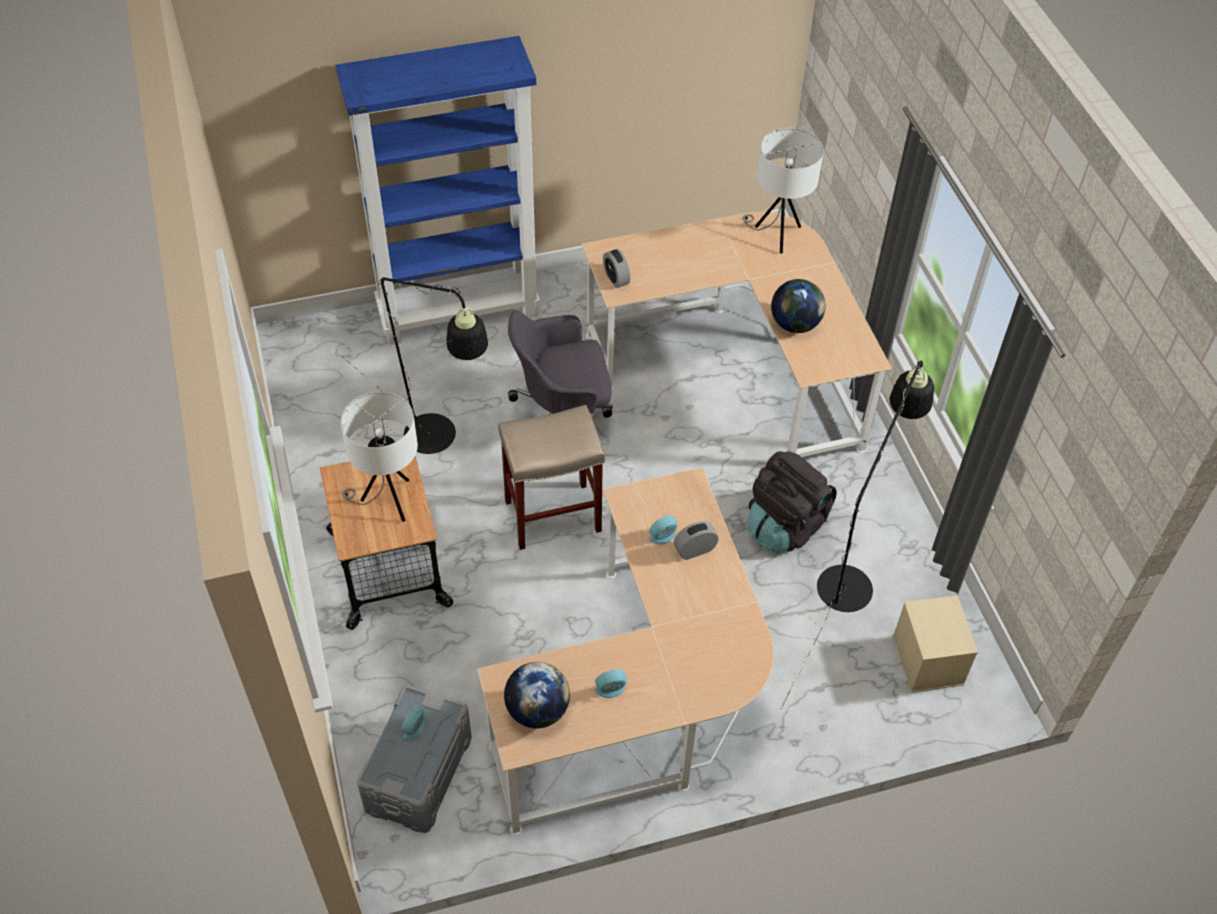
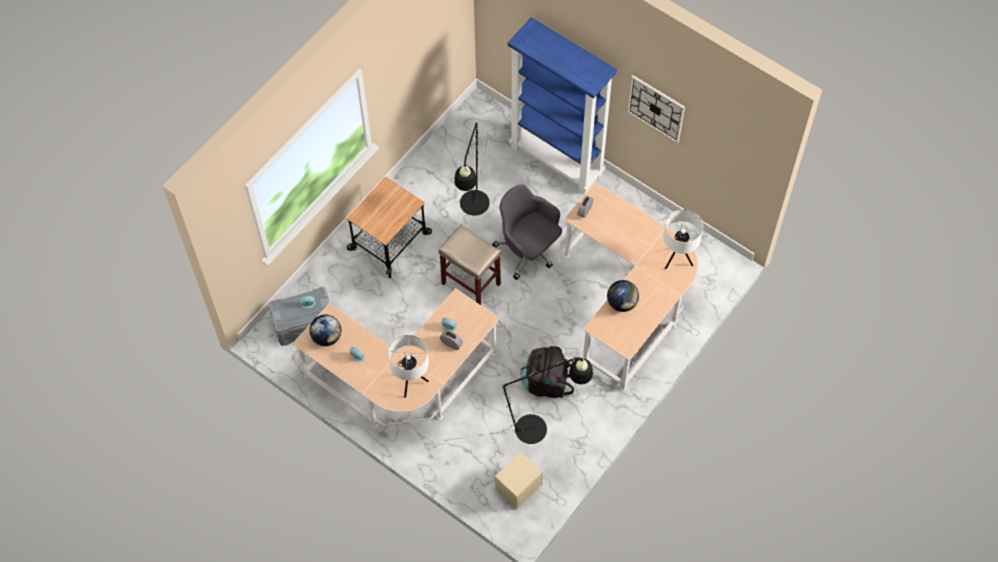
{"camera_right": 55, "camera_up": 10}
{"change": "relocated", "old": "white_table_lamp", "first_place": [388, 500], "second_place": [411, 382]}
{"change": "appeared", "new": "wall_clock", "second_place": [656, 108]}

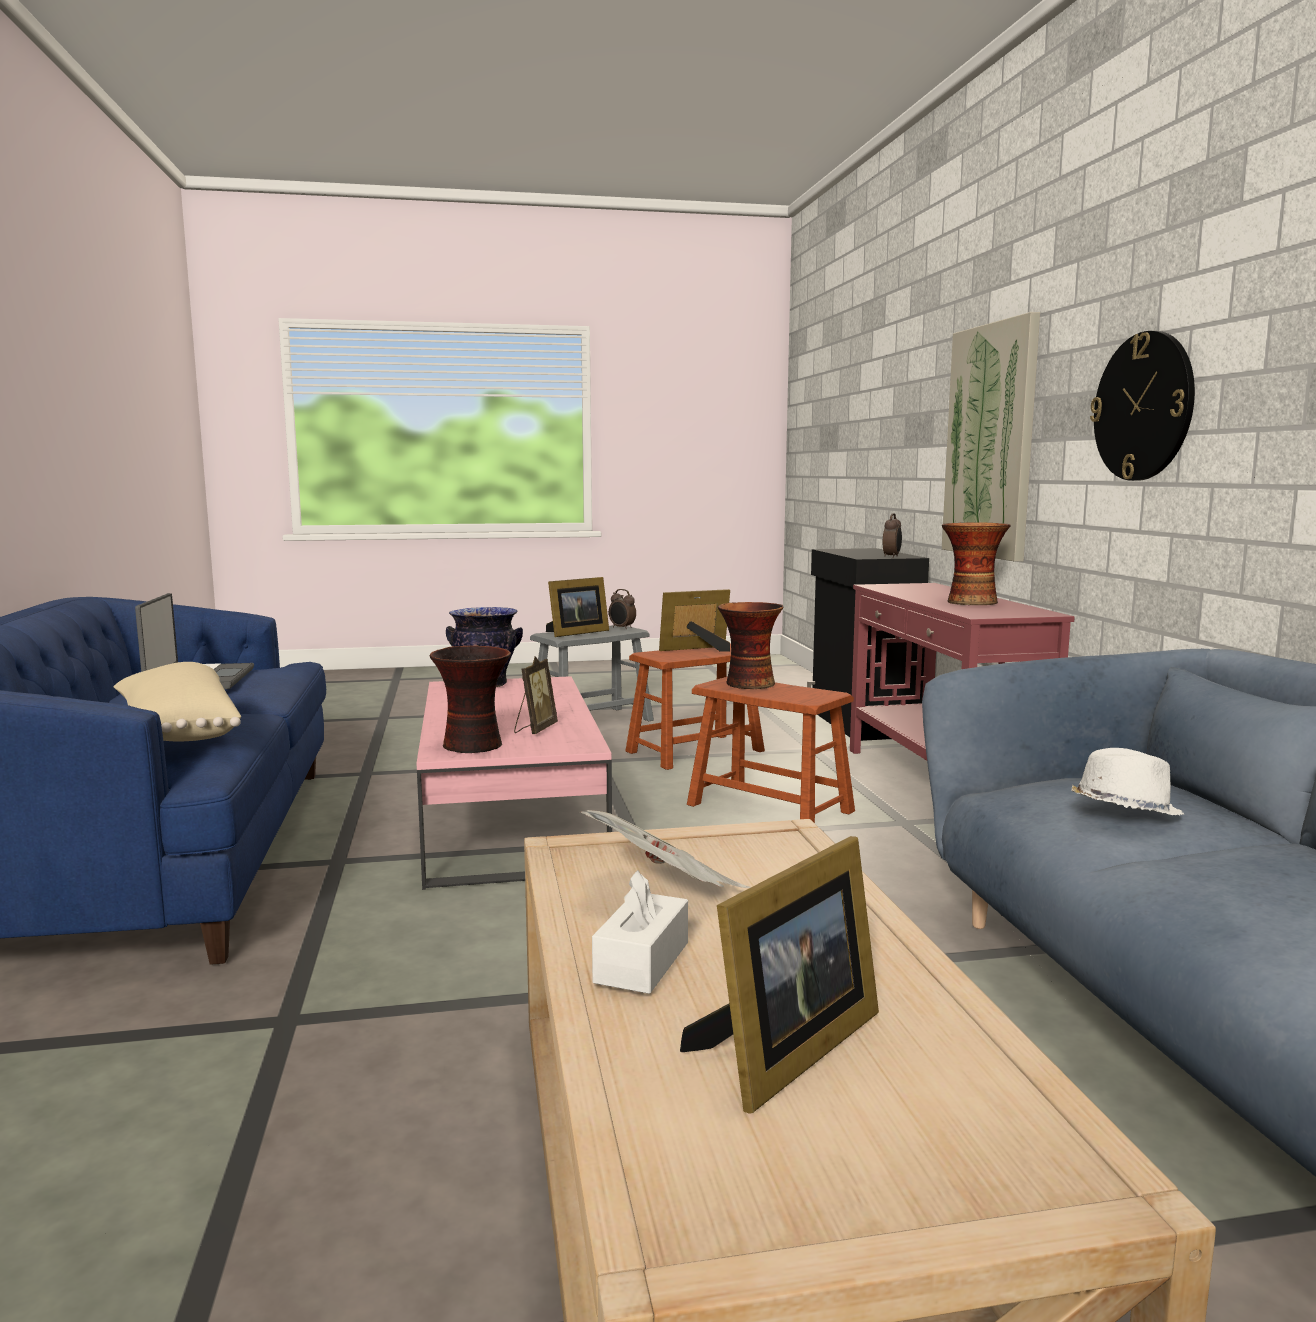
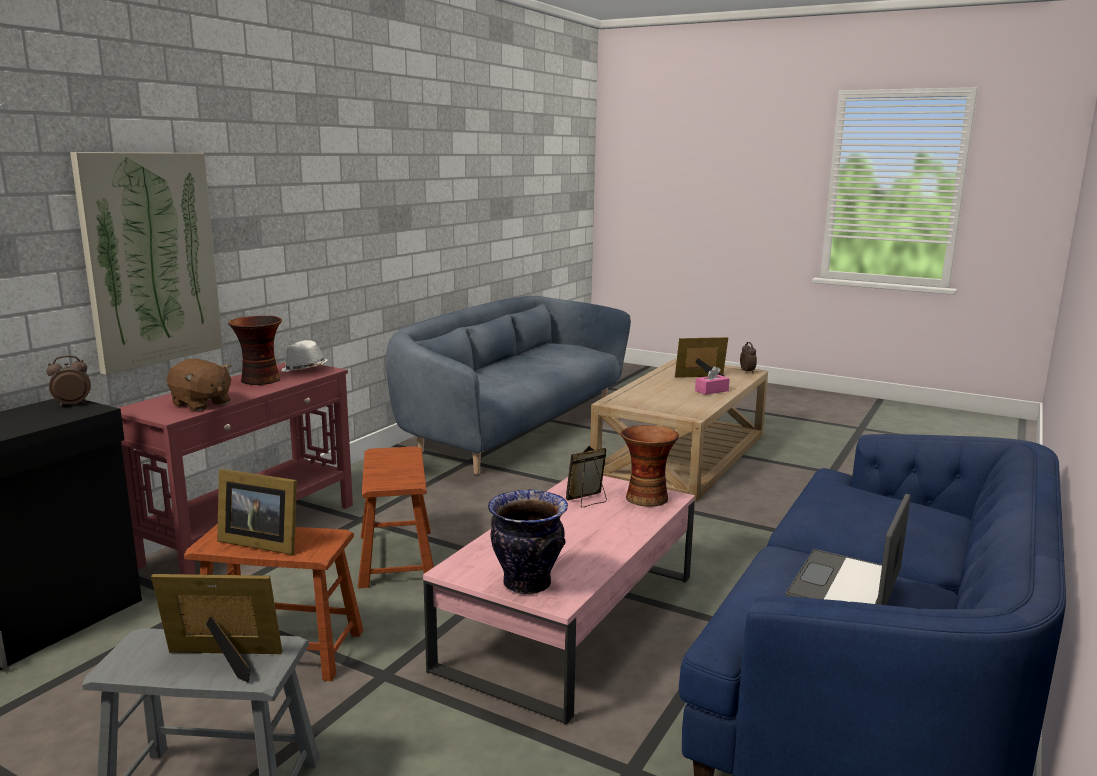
{"camera_right": -140, "camera_up": 5}
{"change": "appeared", "new": "brown_plush_toy", "second_place": [201, 404]}
{"change": "relocated", "old": "white_hat", "first_place": [1123, 811], "second_place": [304, 370]}
{"change": "colour", "old": "white_tissue_box", "new": "pink_tissue_box", "first_place": [642, 962], "second_place": [711, 391]}
{"change": "relocated", "old": "alarm_clock", "first_place": [622, 628], "second_place": [747, 372]}
{"change": "missing", "old": "beige_pillow", "first_place": [176, 731]}
{"change": "missing", "old": "newspaper", "first_place": [666, 892]}
{"change": "missing", "old": "vase", "first_place": [748, 684]}
{"change": "missing", "old": "wall_clock", "first_place": [1143, 407]}

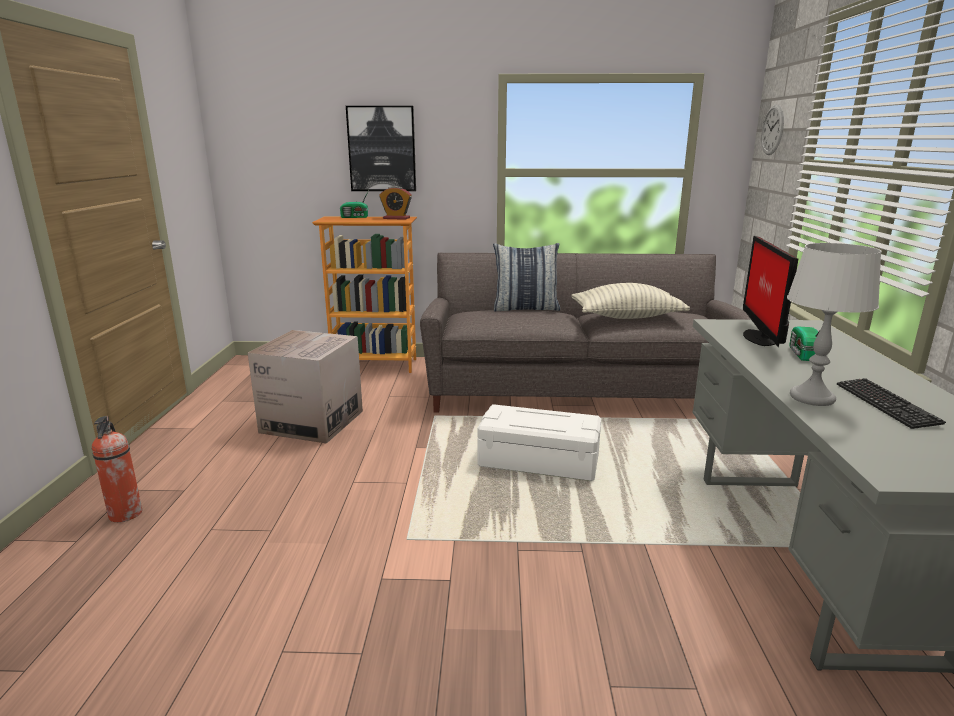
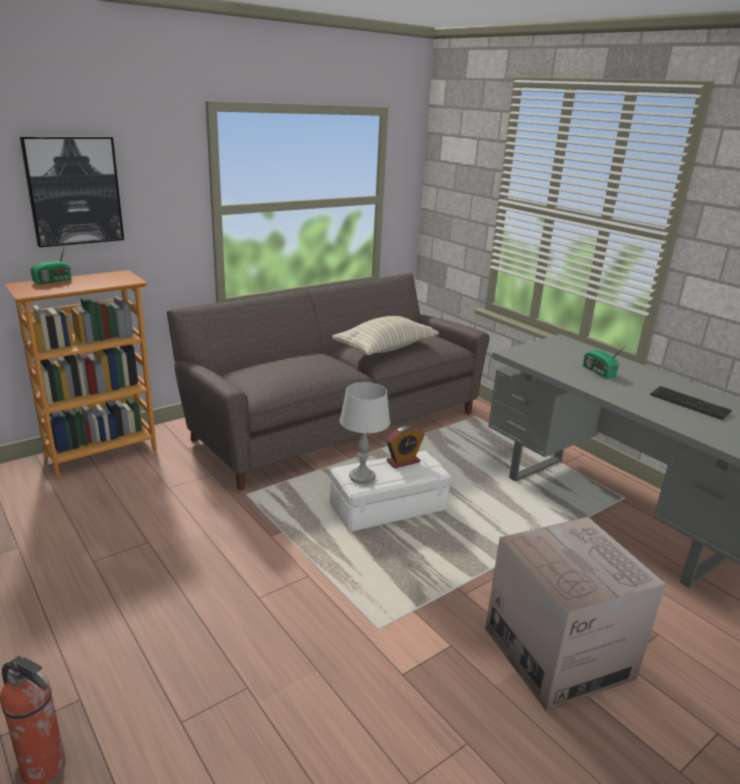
{"camera_right": -40, "camera_up": 5}
{"change": "relocated", "old": "grey_table_lamp", "first_place": [812, 398], "second_place": [362, 477]}
{"change": "relocated", "old": "alarm_clock", "first_place": [396, 218], "second_place": [403, 461]}
{"change": "relocated", "old": "cardboard_box", "first_place": [312, 421], "second_place": [558, 653]}
{"change": "missing", "old": "pillow", "first_place": [525, 308]}
{"change": "missing", "old": "monitor", "first_place": [761, 337]}
{"change": "missing", "old": "wall_clock", "first_place": [772, 130]}

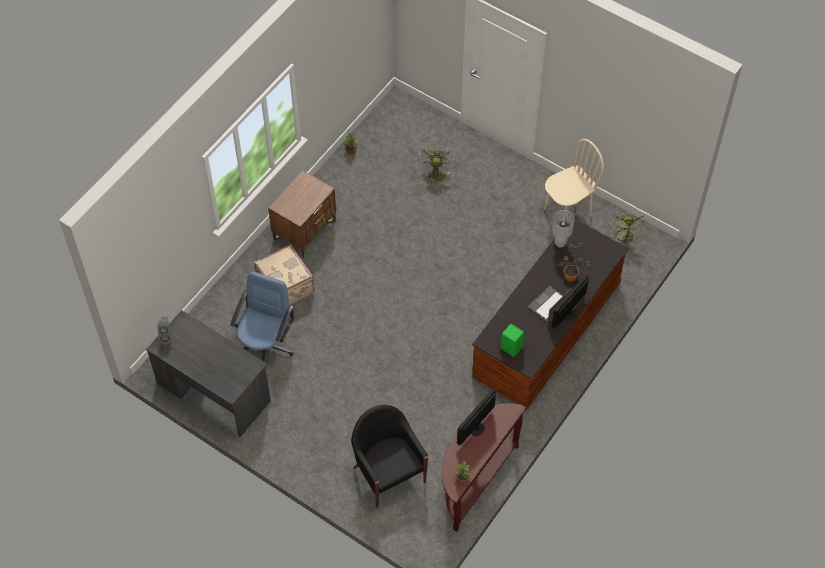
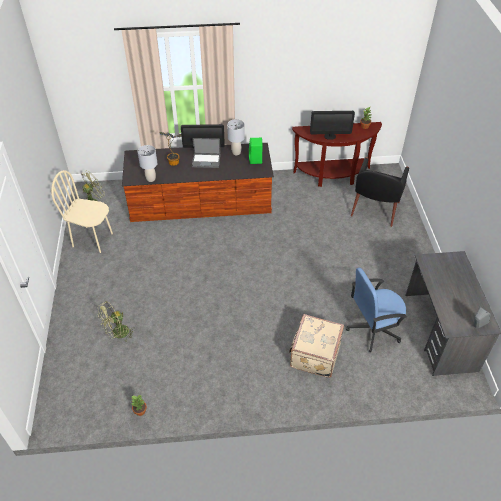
{"camera_right": -130, "camera_up": -10}
{"change": "appeared", "new": "grey_table_lamp", "second_place": [236, 153]}
{"change": "missing", "old": "brown_nightstand", "first_place": [305, 230]}

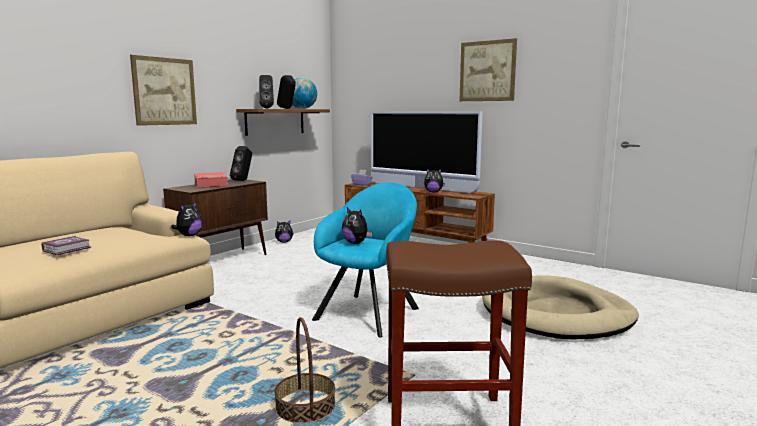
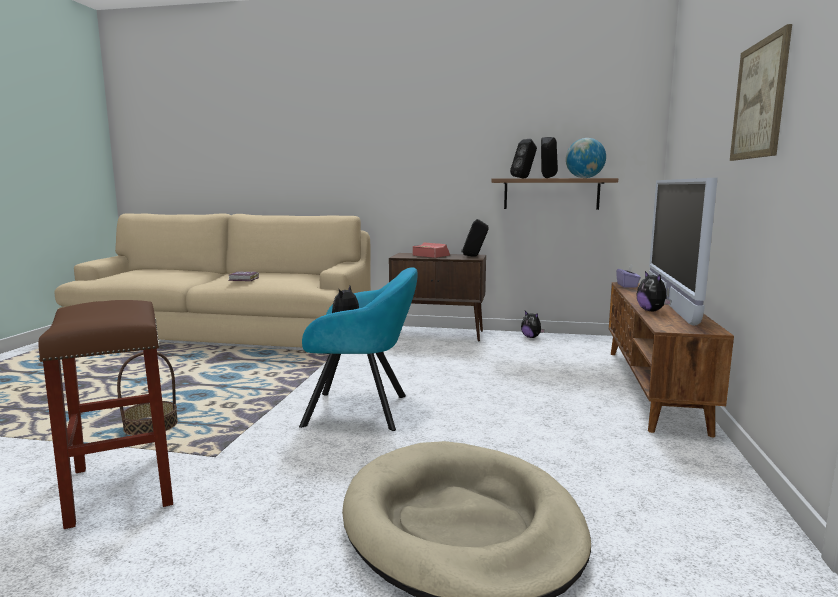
{"camera_right": 65, "camera_up": 0}
{"change": "missing", "old": "picture", "first_place": [164, 91]}
{"change": "missing", "old": "plush_toy", "first_place": [189, 235]}

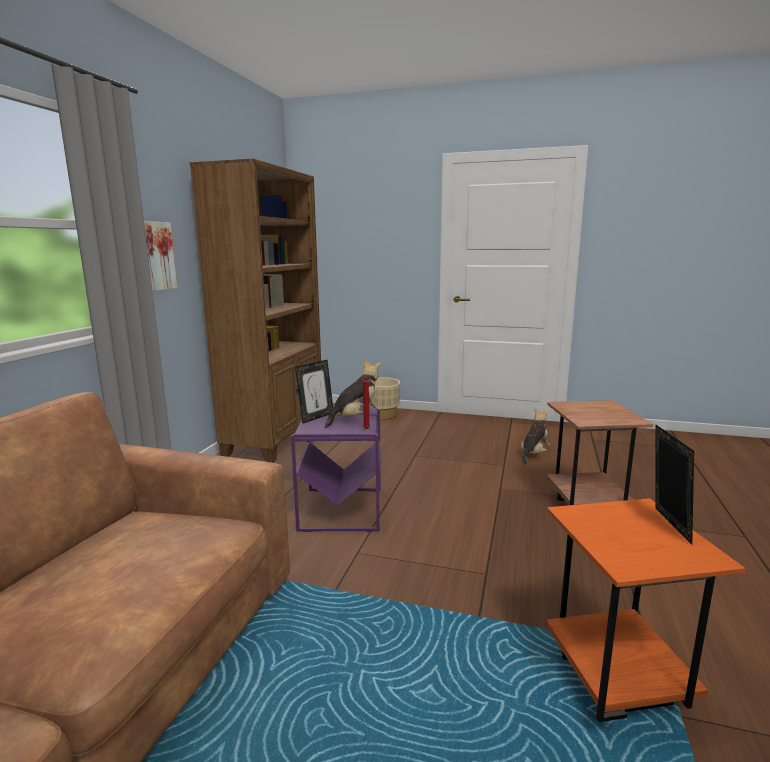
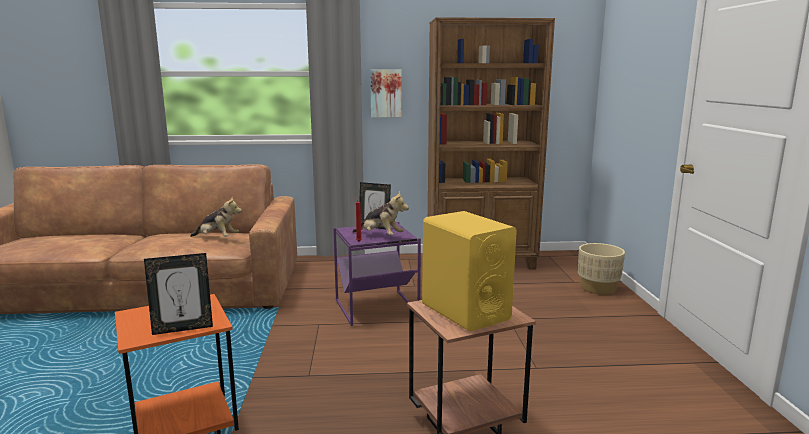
{"camera_right": 70, "camera_up": 0}
{"change": "relocated", "old": "plush_toy", "first_place": [534, 454], "second_place": [217, 238]}
{"change": "appeared", "new": "yellow_speaker", "second_place": [465, 311]}

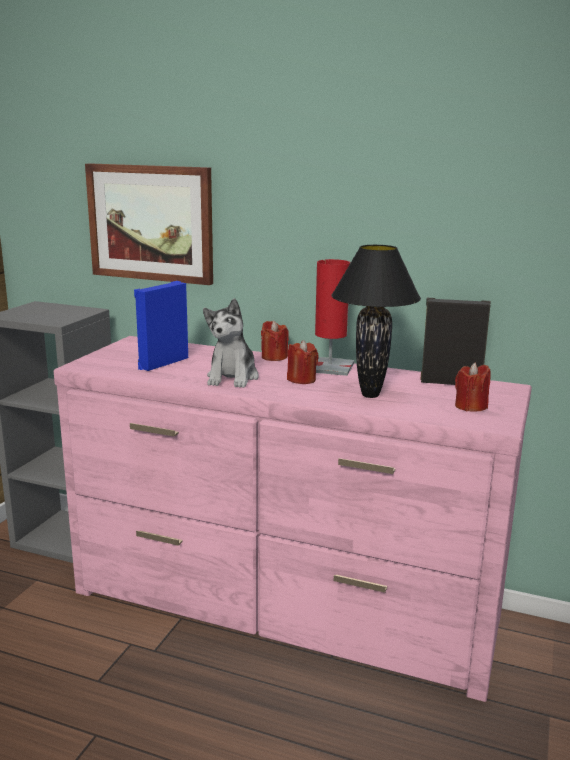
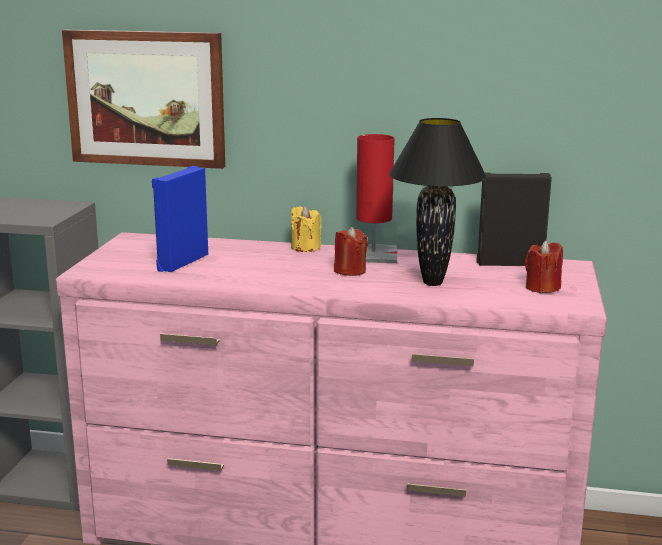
{"camera_right": -10, "camera_up": 0}
{"change": "colour", "old": "red_candle", "new": "yellow_candle", "first_place": [274, 357], "second_place": [305, 247]}
{"change": "missing", "old": "plush_toy", "first_place": [232, 378]}

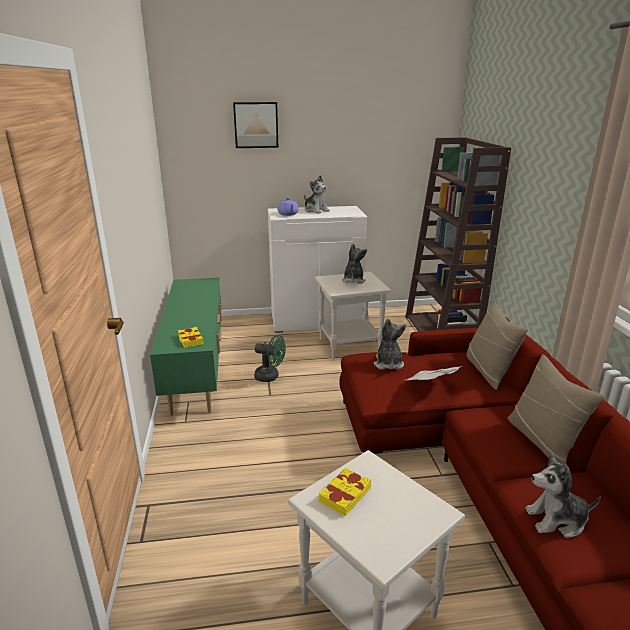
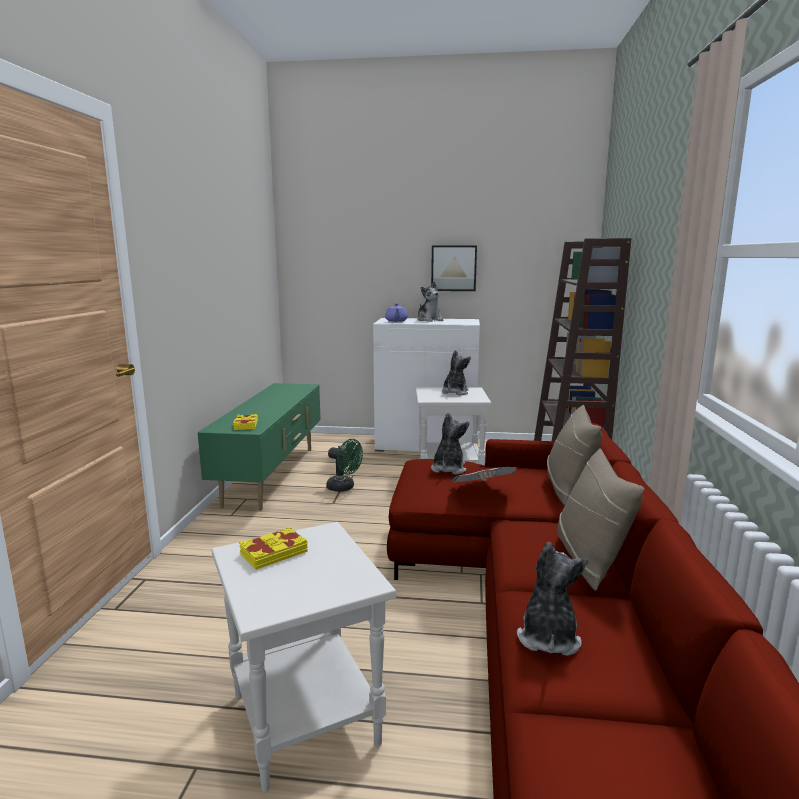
{"camera_right": 15, "camera_up": -10}
{"change": "relocated", "old": "picture", "first_place": [256, 125], "second_place": [453, 268]}
{"change": "spun", "old": "plush_toy", "first_place": [557, 520], "second_place": [548, 637], "degrees": 90}

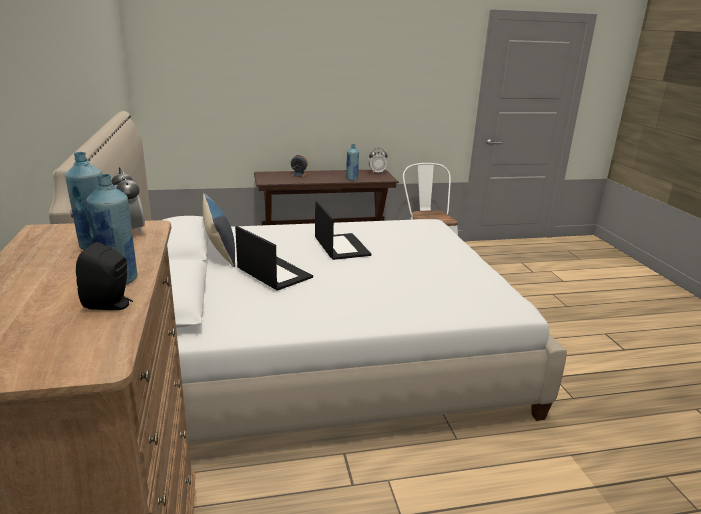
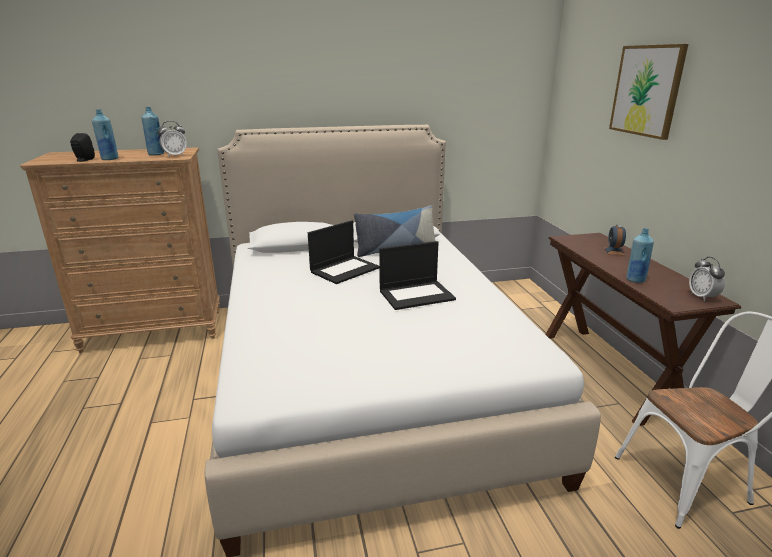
{"camera_right": 90, "camera_up": 0}
{"change": "appeared", "new": "picture", "second_place": [646, 90]}

